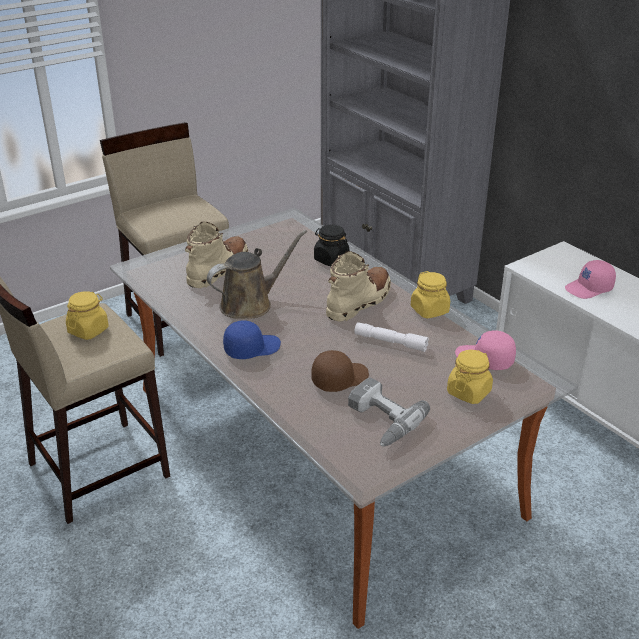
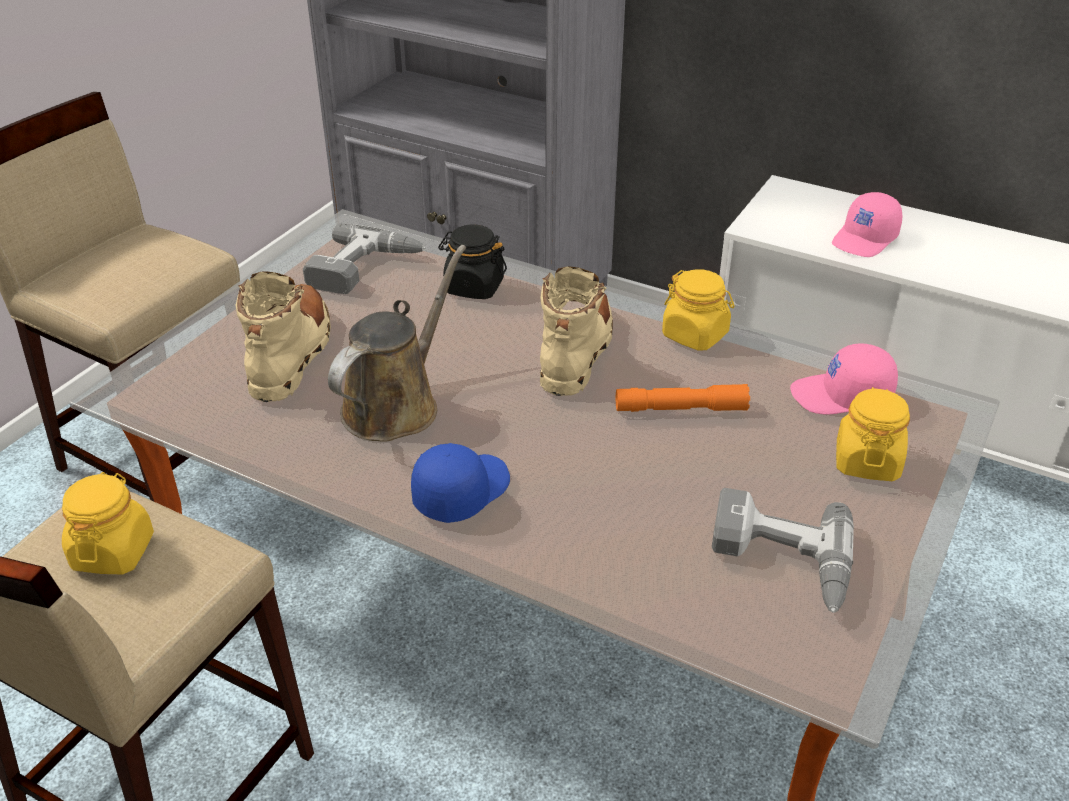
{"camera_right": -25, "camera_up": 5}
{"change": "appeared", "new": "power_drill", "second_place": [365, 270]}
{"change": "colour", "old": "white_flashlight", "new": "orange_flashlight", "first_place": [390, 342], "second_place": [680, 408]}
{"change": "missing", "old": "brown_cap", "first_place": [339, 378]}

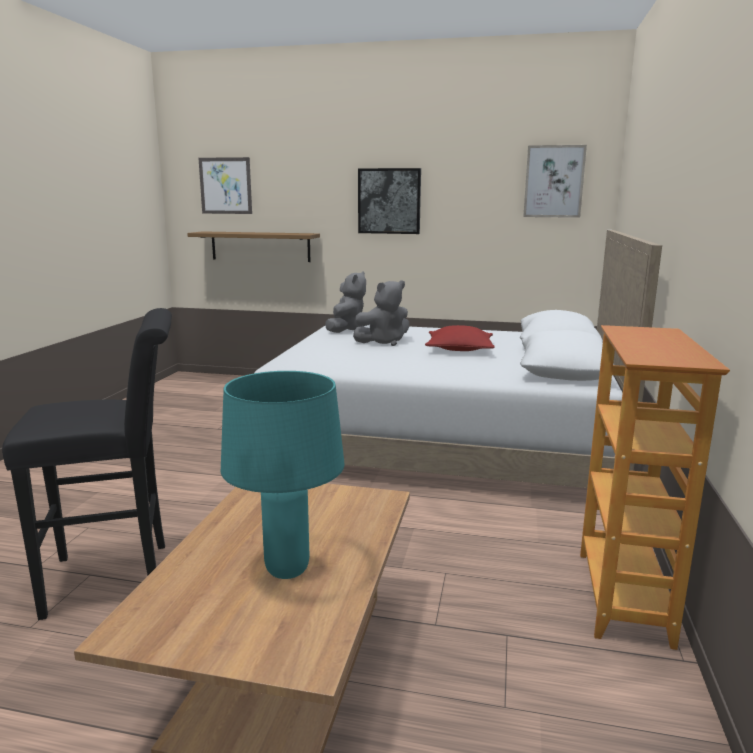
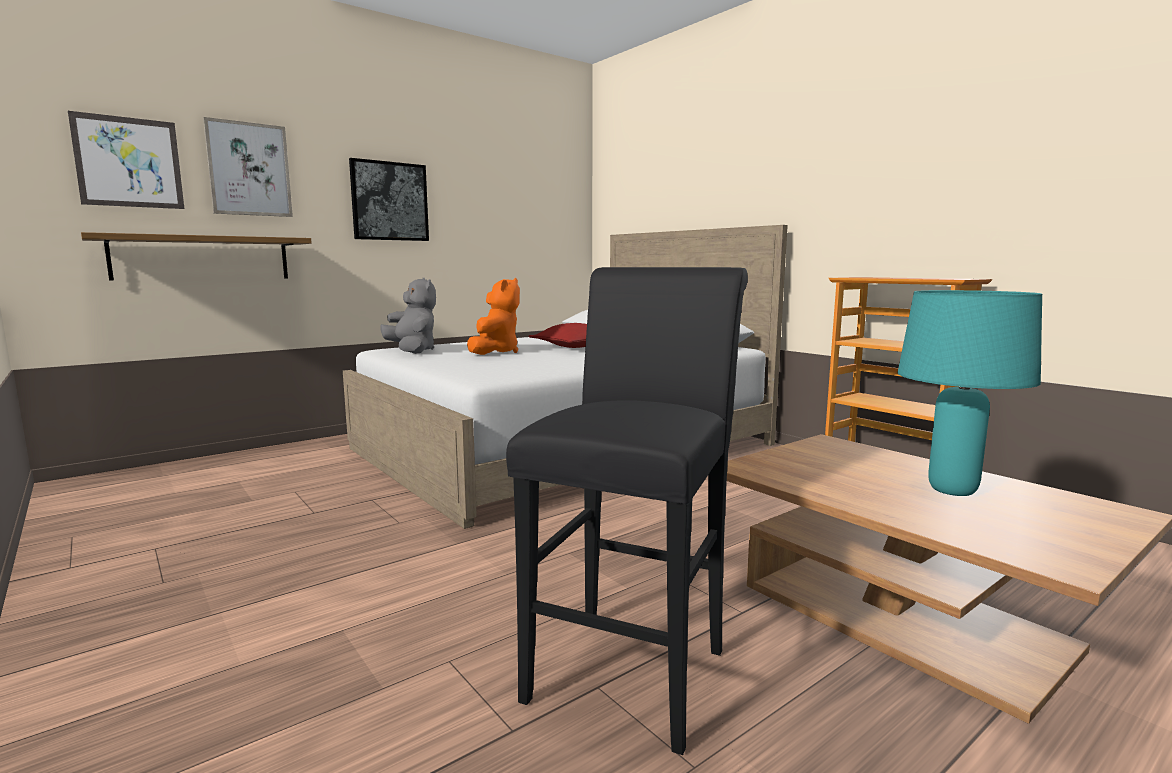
{"camera_right": -50, "camera_up": -5}
{"change": "relocated", "old": "picture", "first_place": [554, 181], "second_place": [249, 169]}
{"change": "colour", "old": "grey_plush_toy", "new": "orange_plush_toy", "first_place": [383, 342], "second_place": [495, 352]}

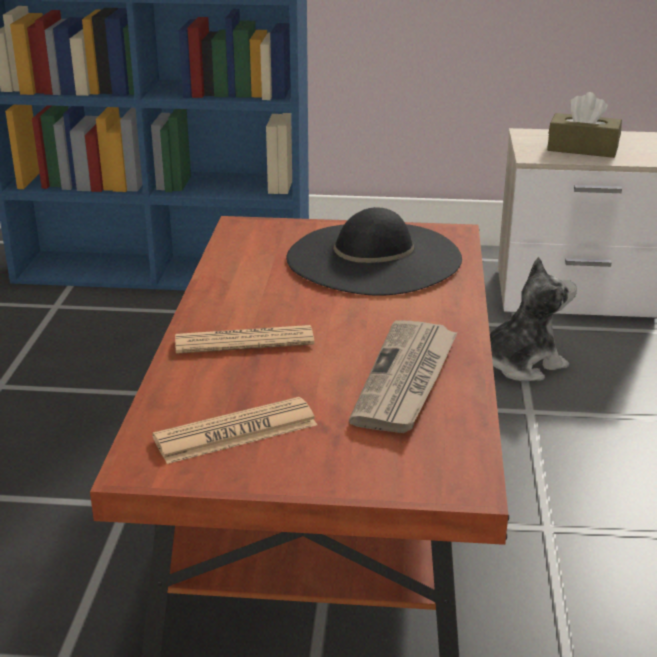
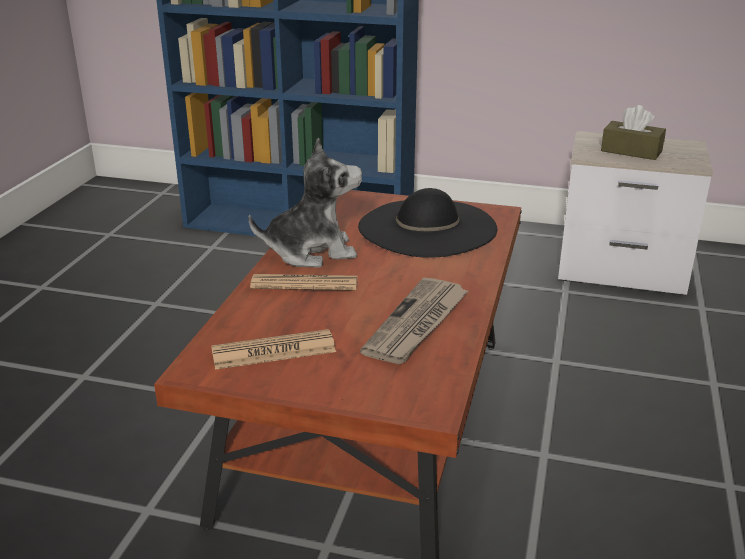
{"camera_right": 10, "camera_up": 0}
{"change": "relocated", "old": "plush_toy", "first_place": [521, 364], "second_place": [311, 252]}

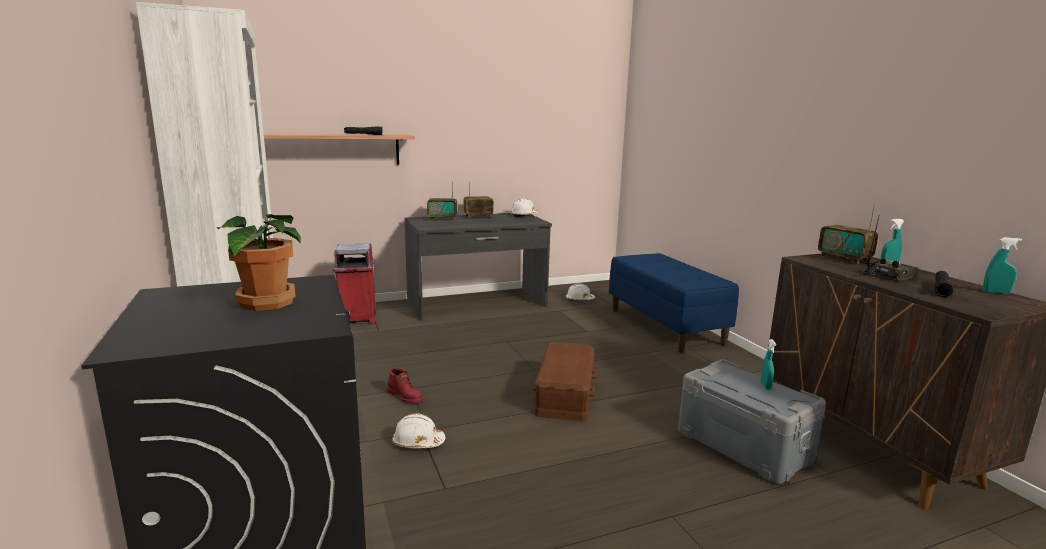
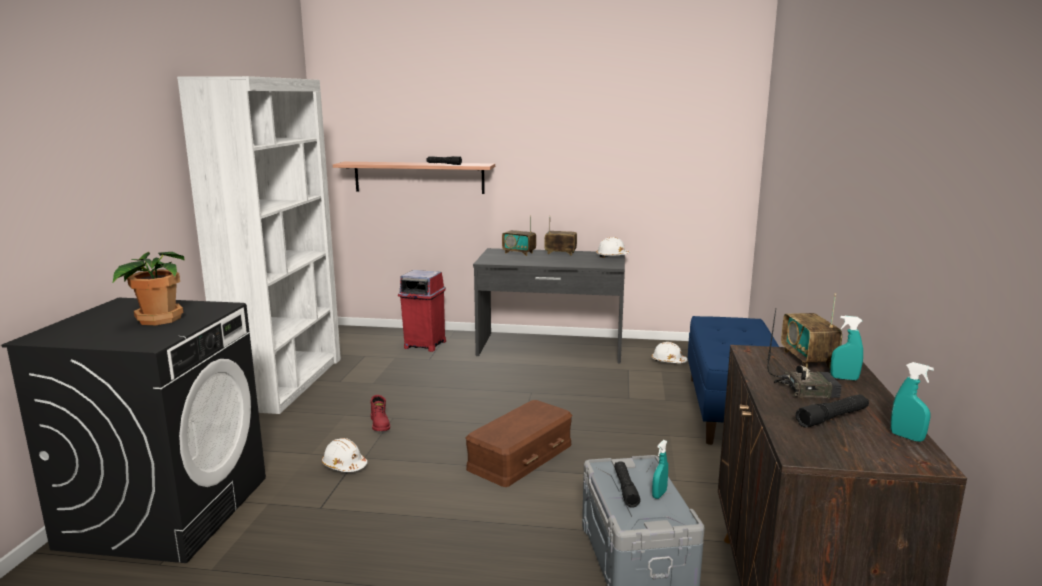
{"camera_right": 30, "camera_up": 0}
{"change": "appeared", "new": "black_flashlight", "second_place": [625, 489]}

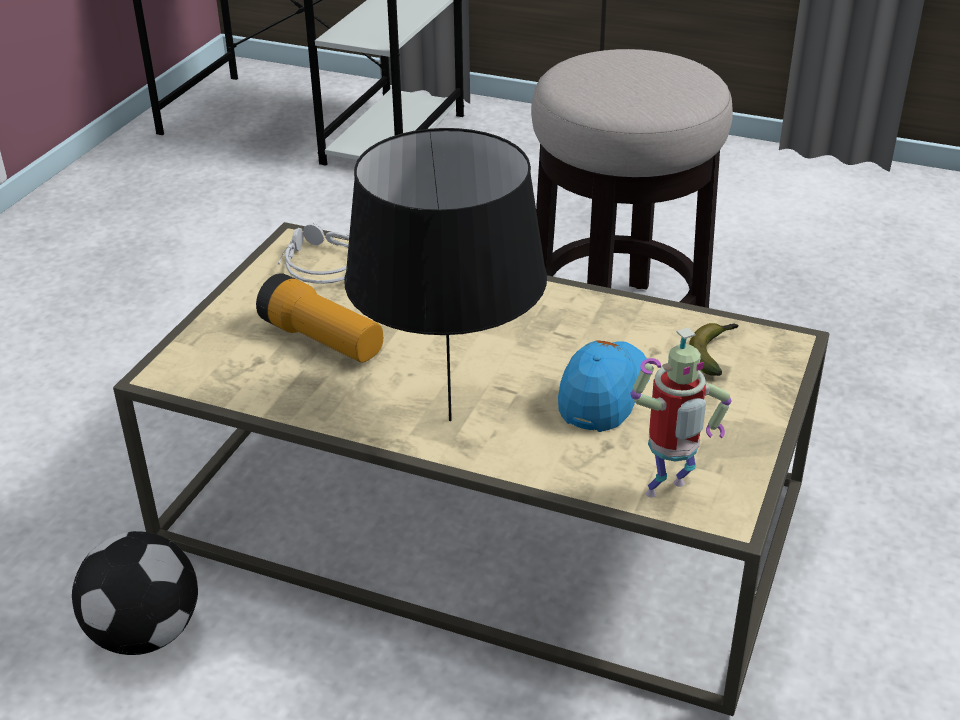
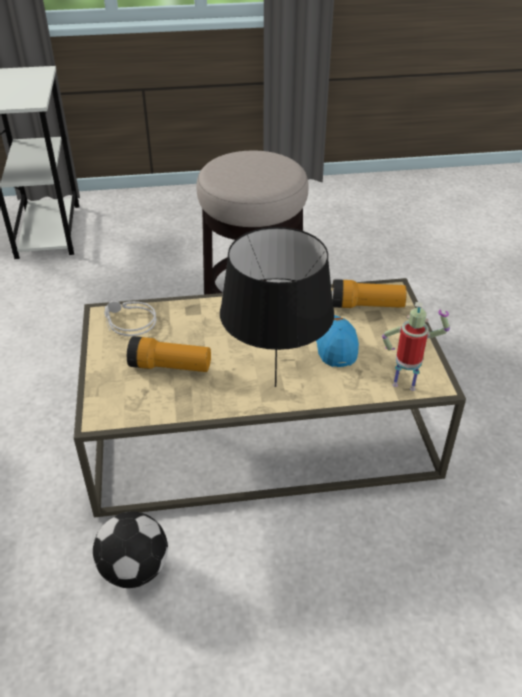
{"camera_right": -30, "camera_up": 5}
{"change": "exchanged", "old": "banana", "new": "flashlight", "first_place": [714, 353], "second_place": [366, 306]}
{"change": "spun", "old": "toy_robot", "first_place": [668, 493], "second_place": [405, 384], "degrees": -105}

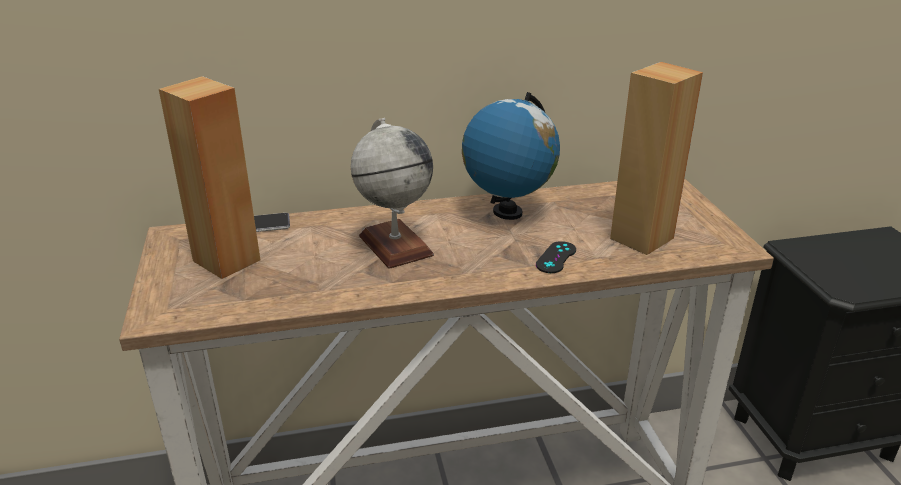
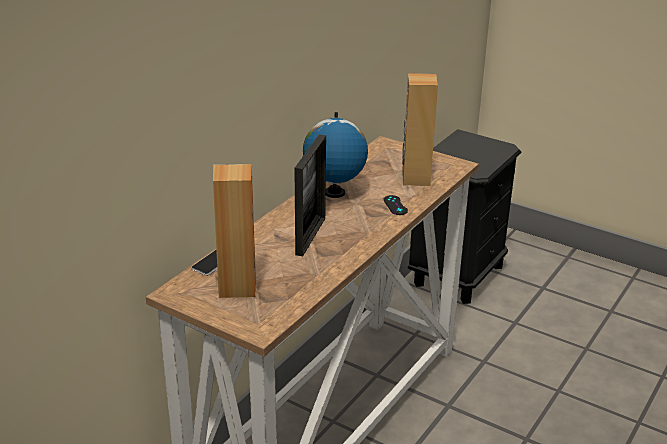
{"camera_right": -45, "camera_up": 0}
{"change": "exchanged", "old": "globe", "new": "picture_frame", "first_place": [395, 245], "second_place": [310, 236]}

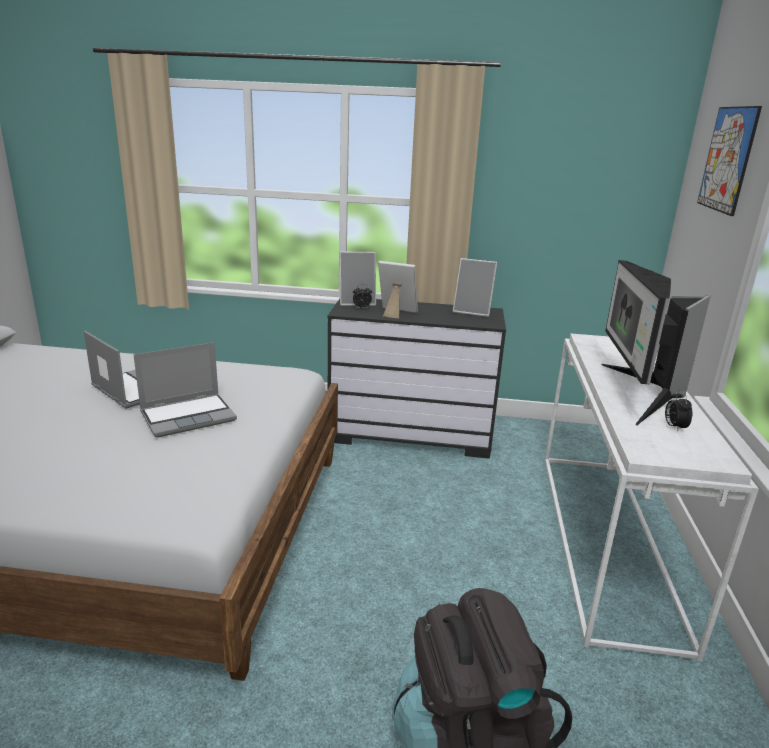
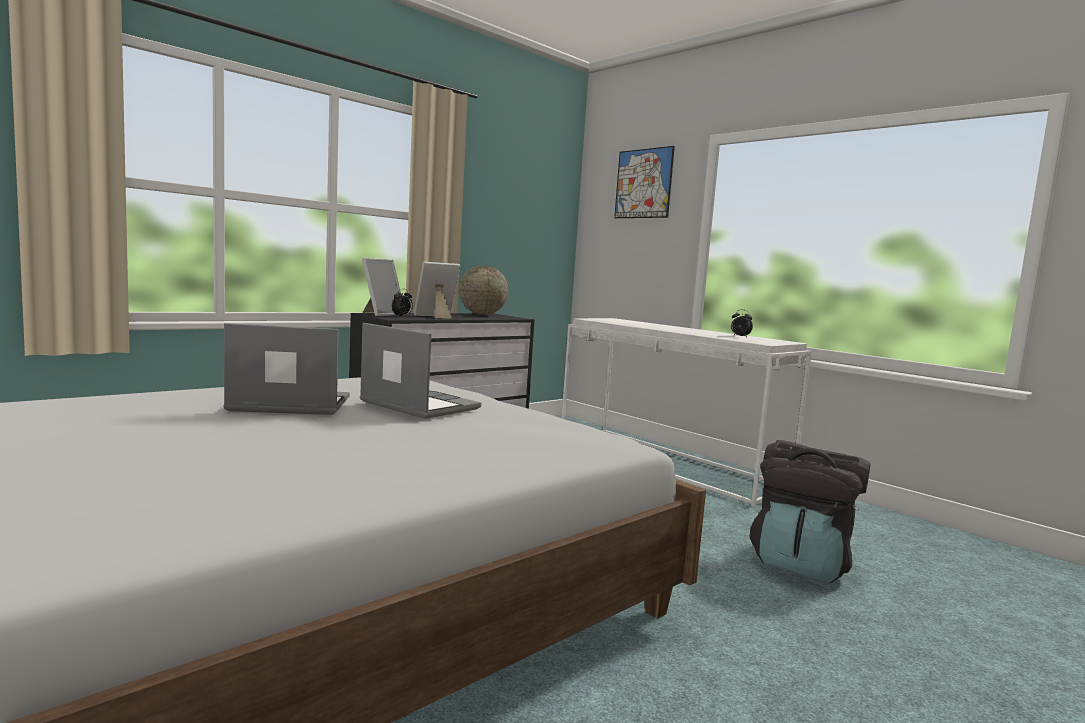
{"camera_right": -50, "camera_up": -15}
{"change": "spun", "old": "laptop", "first_place": [189, 416], "second_place": [417, 405], "degrees": -60}
{"change": "exchanged", "old": "picture_frame", "new": "globe", "first_place": [473, 311], "second_place": [482, 314]}
{"change": "missing", "old": "monitor", "first_place": [637, 393]}

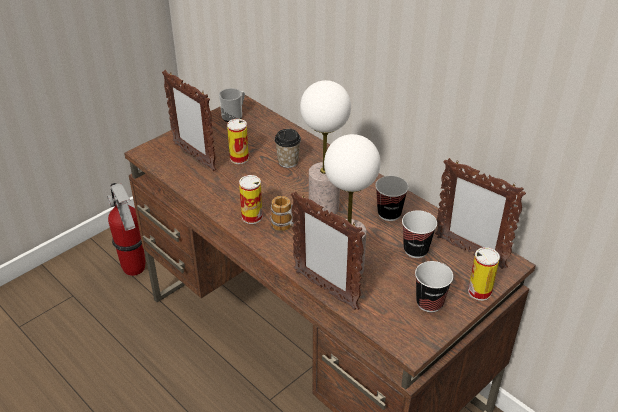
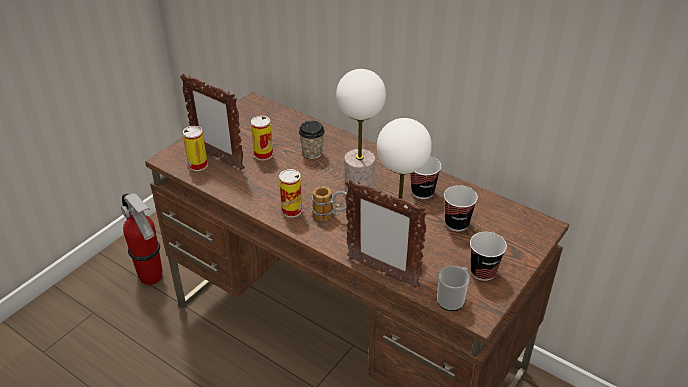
{"camera_right": -10, "camera_up": 0}
{"change": "relocated", "old": "can", "first_place": [479, 292], "second_place": [198, 165]}
{"change": "relocated", "old": "mug", "first_place": [234, 116], "second_place": [452, 299]}
{"change": "missing", "old": "picture_frame", "first_place": [469, 252]}

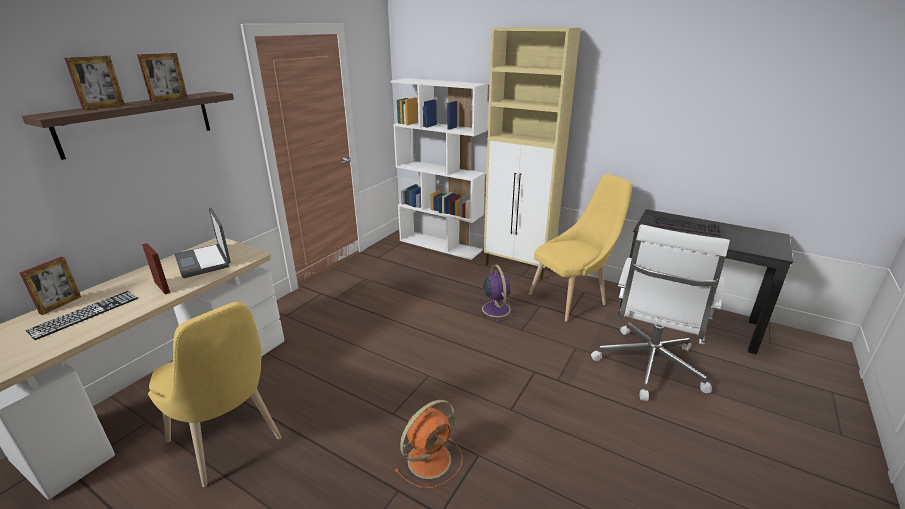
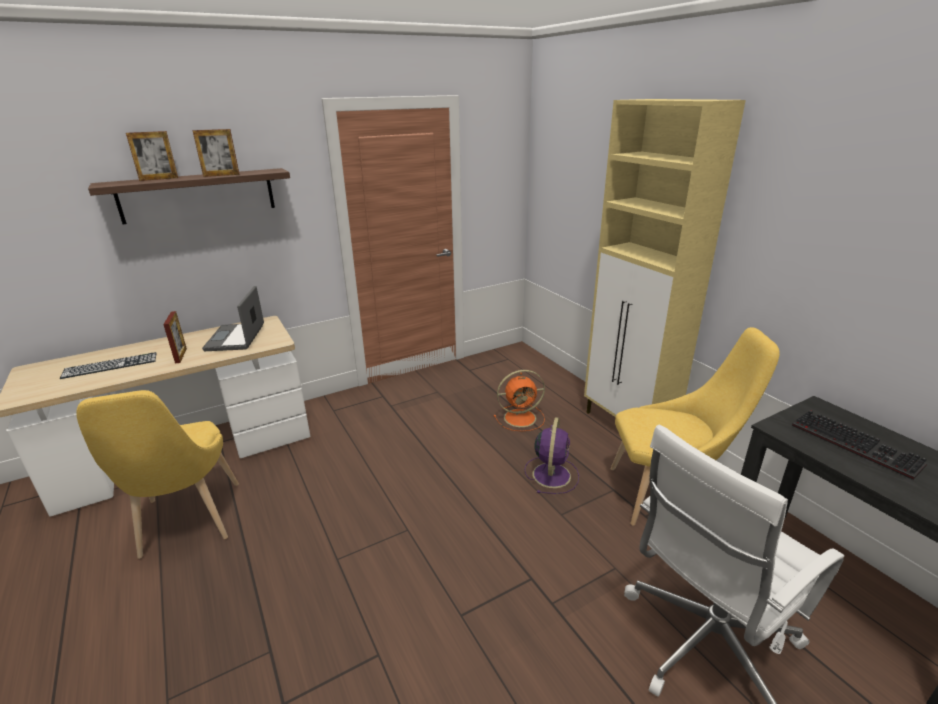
{"camera_right": 30, "camera_up": 0}
{"change": "relocated", "old": "orange_fan", "first_place": [431, 458], "second_place": [521, 418]}
{"change": "missing", "old": "picture_frame", "first_place": [60, 305]}
{"change": "missing", "old": "white_bookcase", "first_place": [441, 245]}

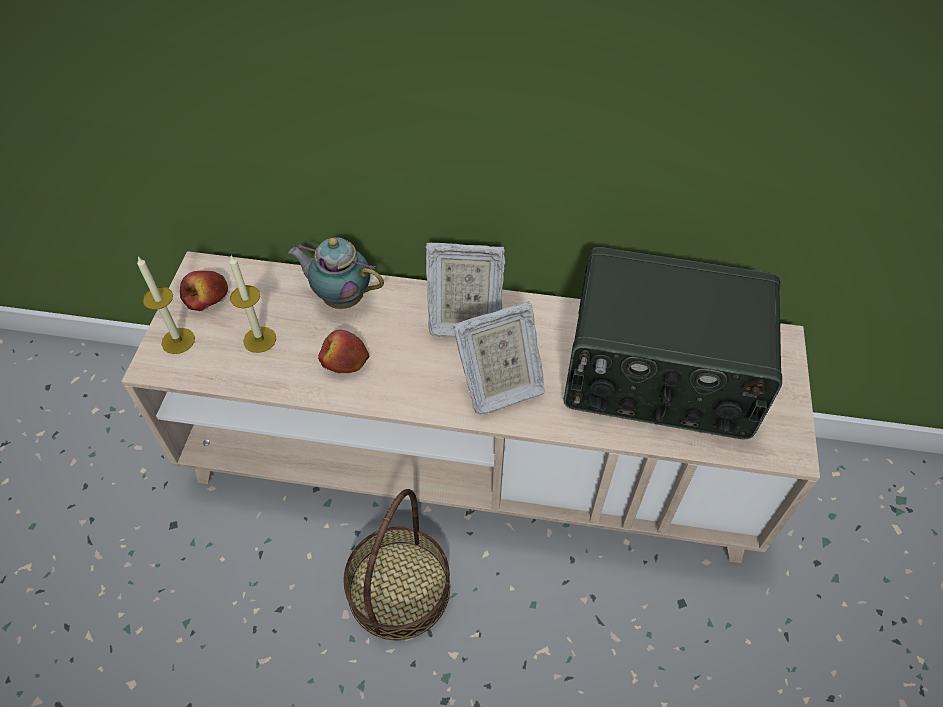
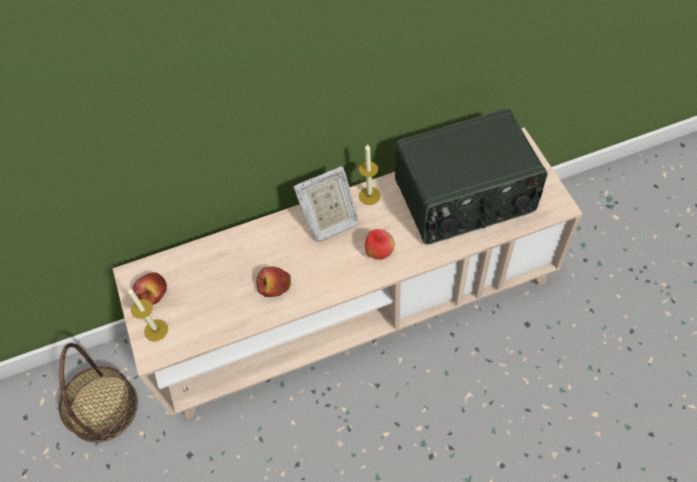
{"camera_right": -25, "camera_up": 5}
{"change": "relocated", "old": "basket", "first_place": [398, 588], "second_place": [102, 408]}
{"change": "relocated", "old": "candle", "first_place": [259, 339], "second_place": [369, 195]}
{"change": "exchanged", "old": "picture_frame", "new": "apple", "first_place": [499, 387], "second_place": [379, 253]}
{"change": "missing", "old": "teapot", "first_place": [341, 298]}

